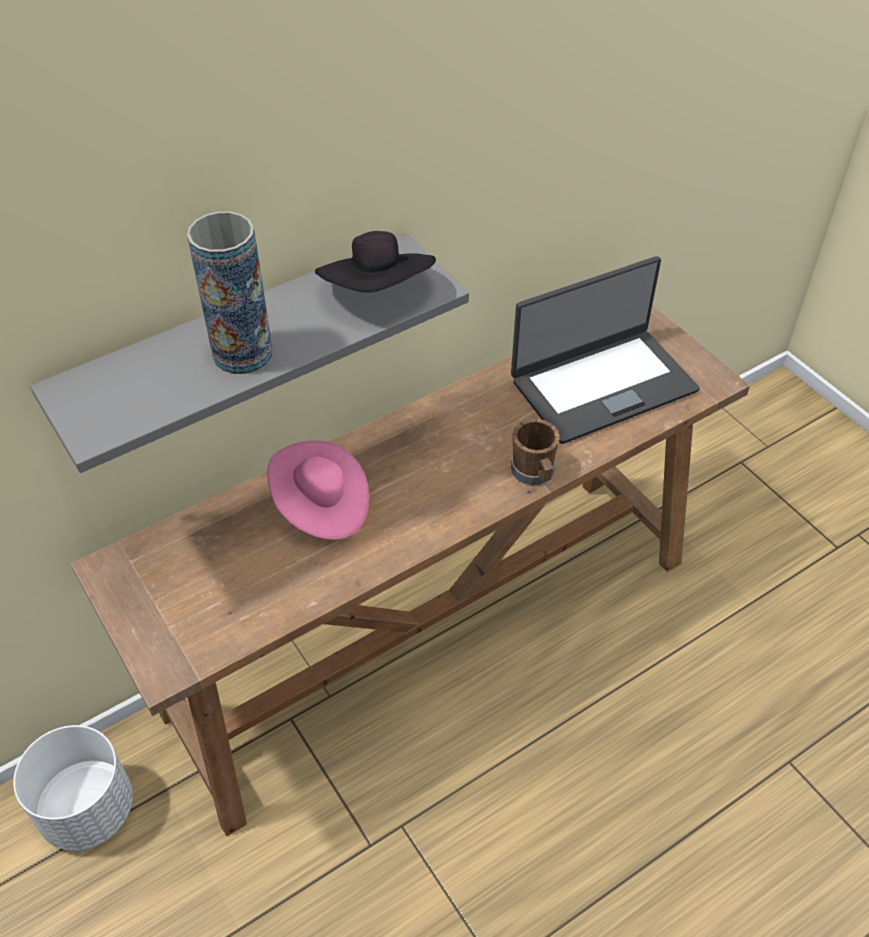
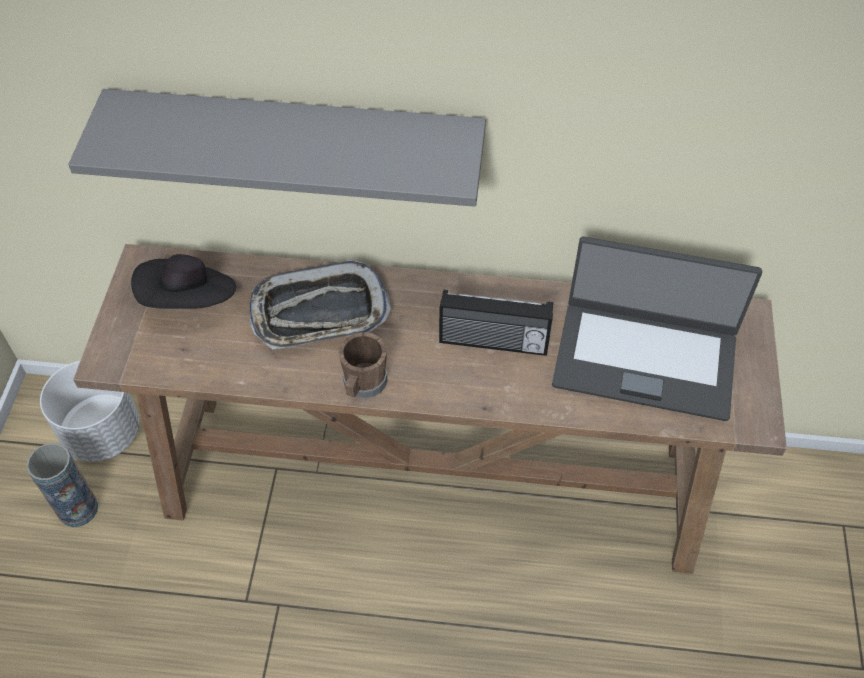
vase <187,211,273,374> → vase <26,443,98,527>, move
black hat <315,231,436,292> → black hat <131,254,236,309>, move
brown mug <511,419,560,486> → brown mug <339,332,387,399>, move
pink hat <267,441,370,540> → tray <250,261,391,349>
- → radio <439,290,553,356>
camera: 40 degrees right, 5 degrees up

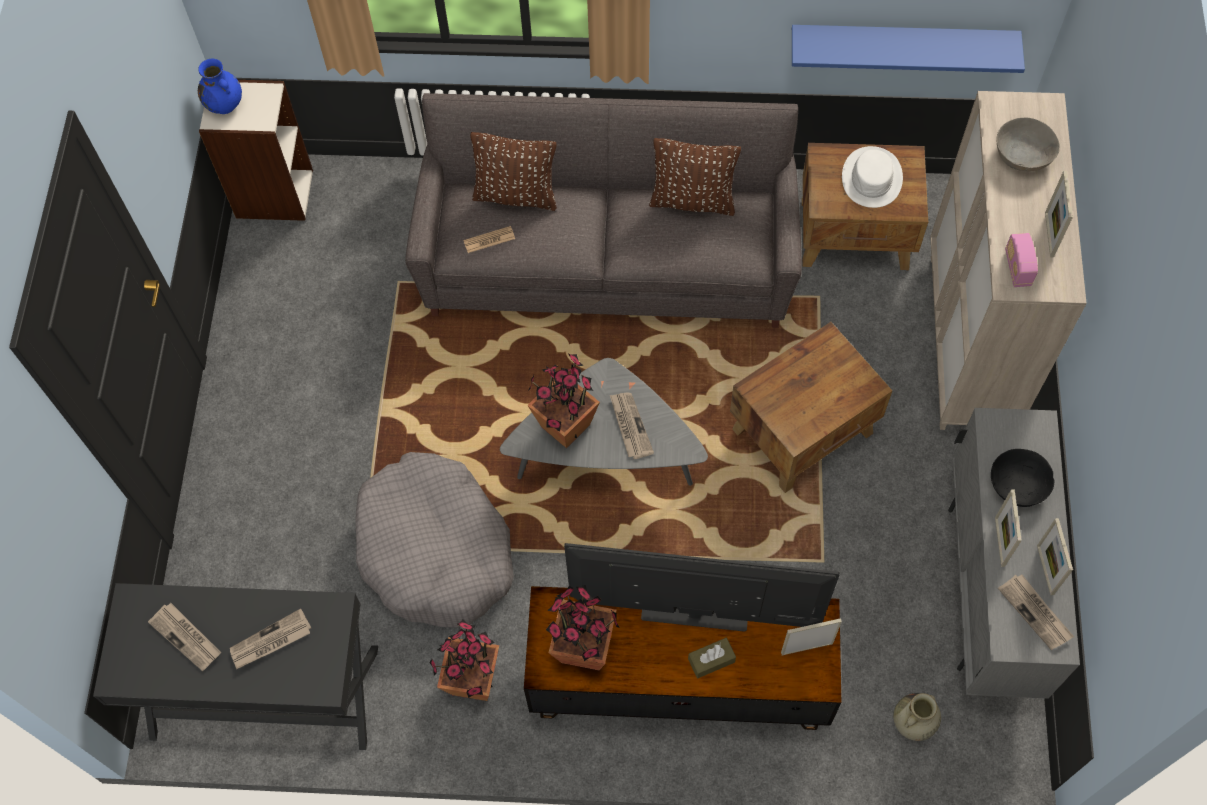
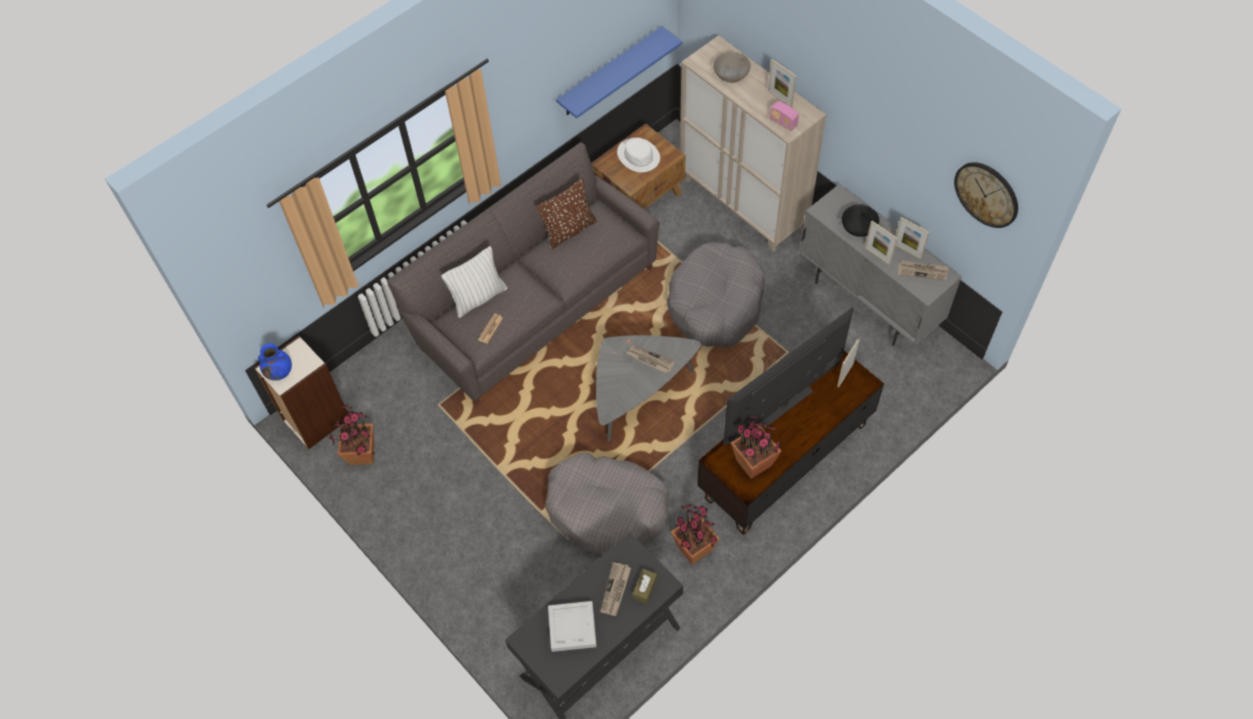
brown pillow <470,132,557,211> → white pillow <441,246,507,318>
brown side table <730,322,892,493> → grey dog bed <667,242,765,347>
potted plant <527,354,600,448> → potted plant <330,405,375,465>, move
newspaper <148,603,221,671> → grey tray <548,601,597,652>
brown tissue box <688,638,736,679> → brown tissue box <633,569,657,604>, move
beige vase <893,693,941,741> → -
- → wall clock <954,162,1018,228>
camera: 45 degrees left, 5 degrees down

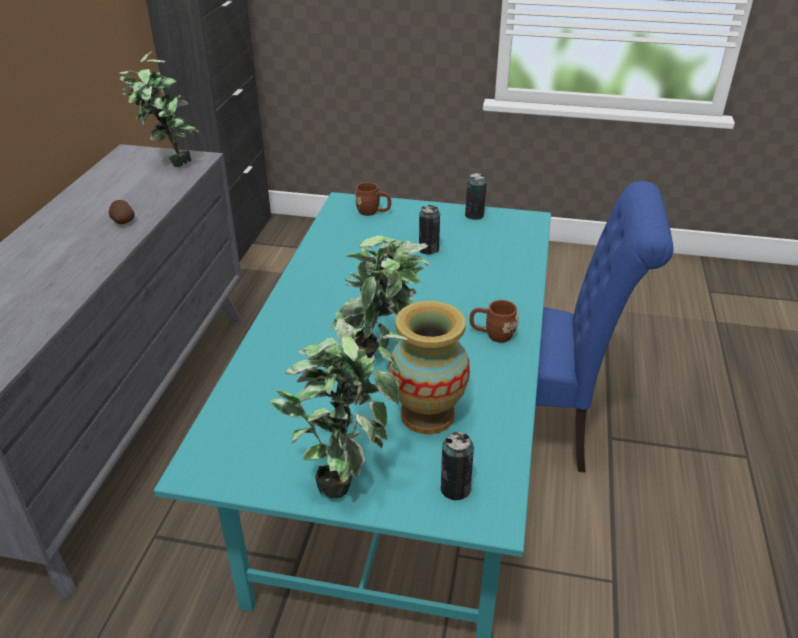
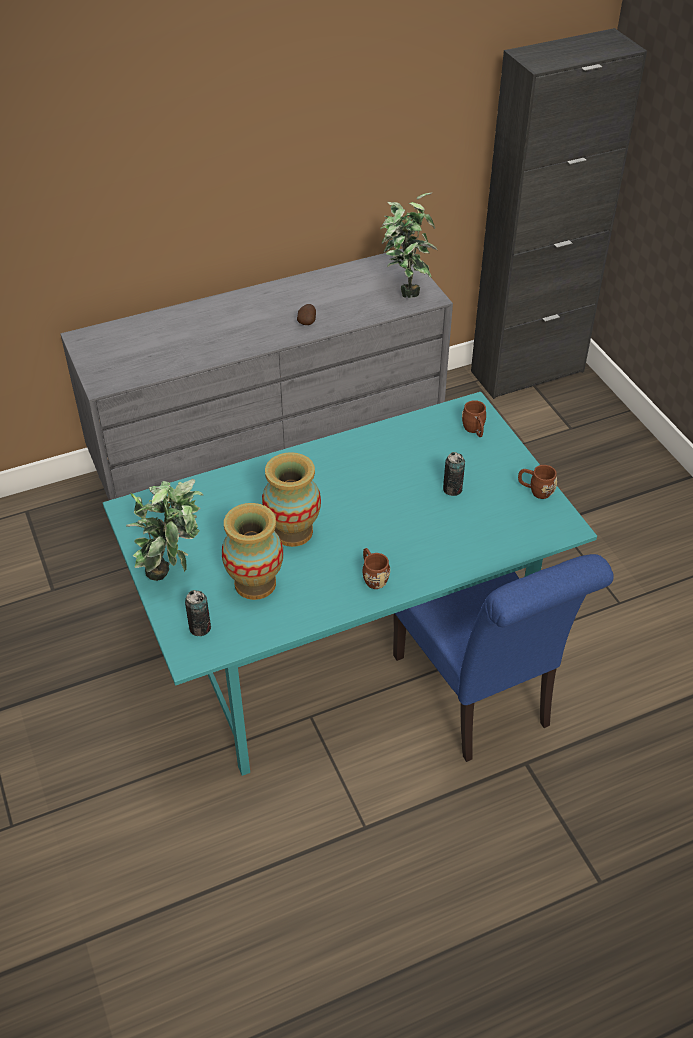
can <465,173,487,220> → brown mug <518,465,557,499>
potted plant <331,236,429,358> → vase <262,452,321,547>
camera: 55 degrees right, 10 degrees up

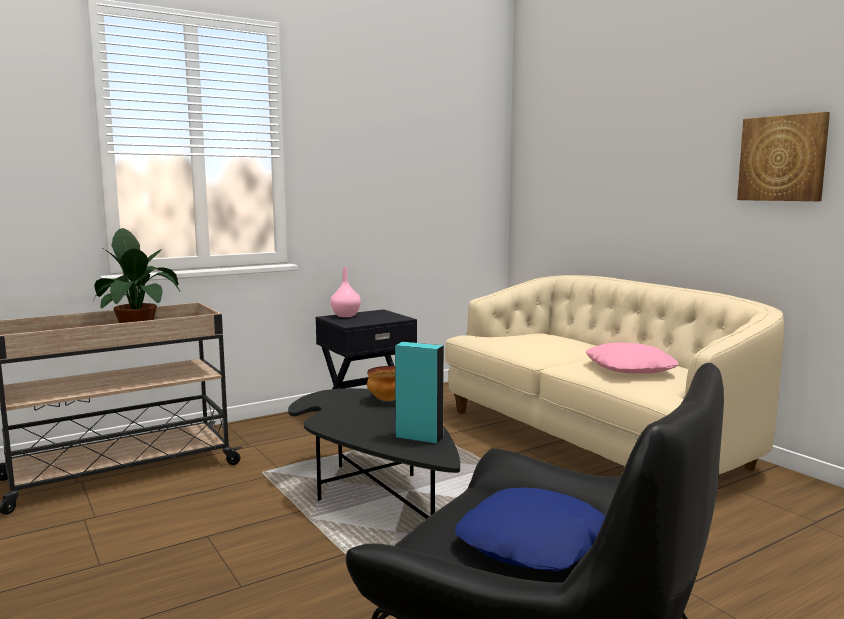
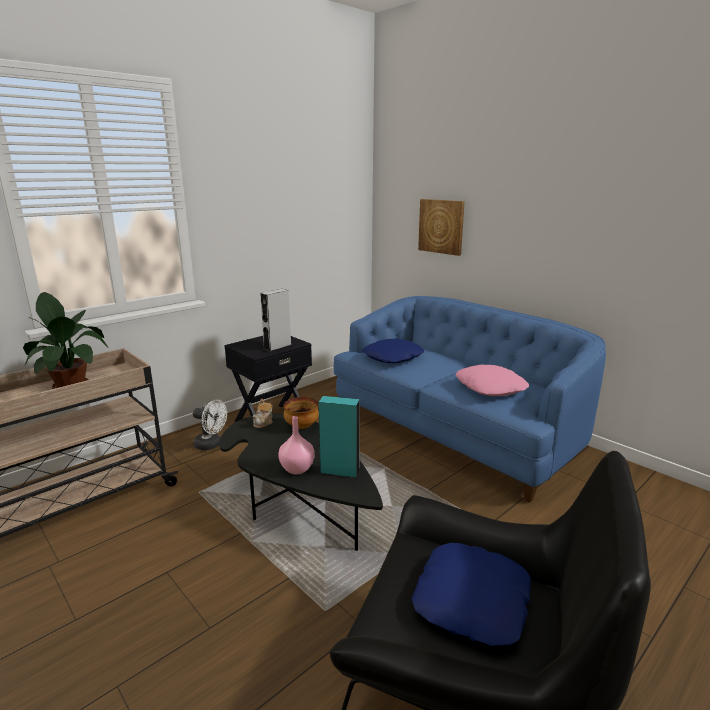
picture <737,112,830,201> → picture <418,199,465,256>, move
pink vase <331,267,361,317> → pink vase <278,416,315,474>, move
beige sofa <445,275,784,474> → blue sofa <333,296,606,503>
- → grey speaker <260,289,291,352>
- → blue pillow <362,338,424,363>
- → teapot <253,399,273,428>
- → white fan <193,400,227,450>
camera: 10 degrees left, 10 degrees up

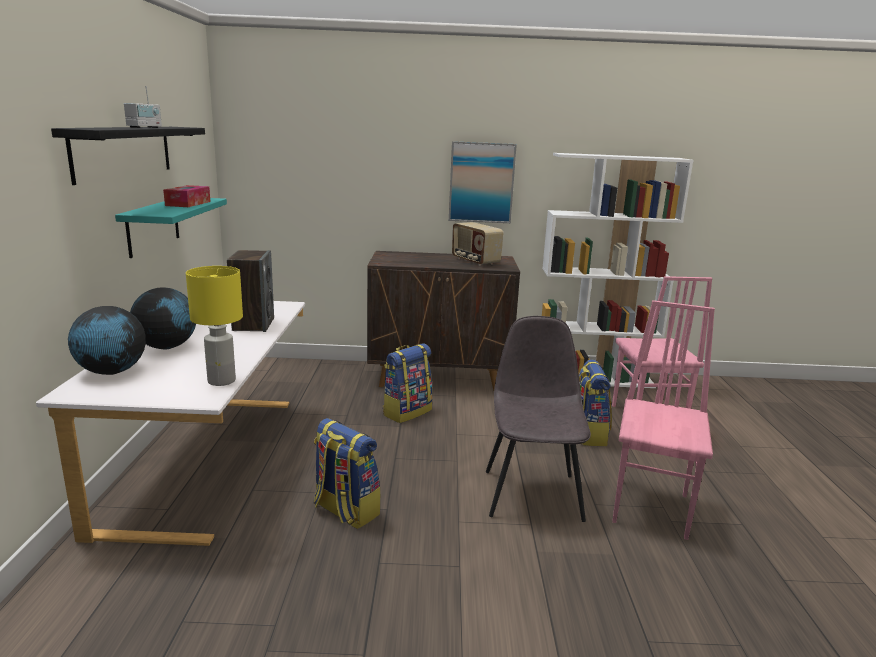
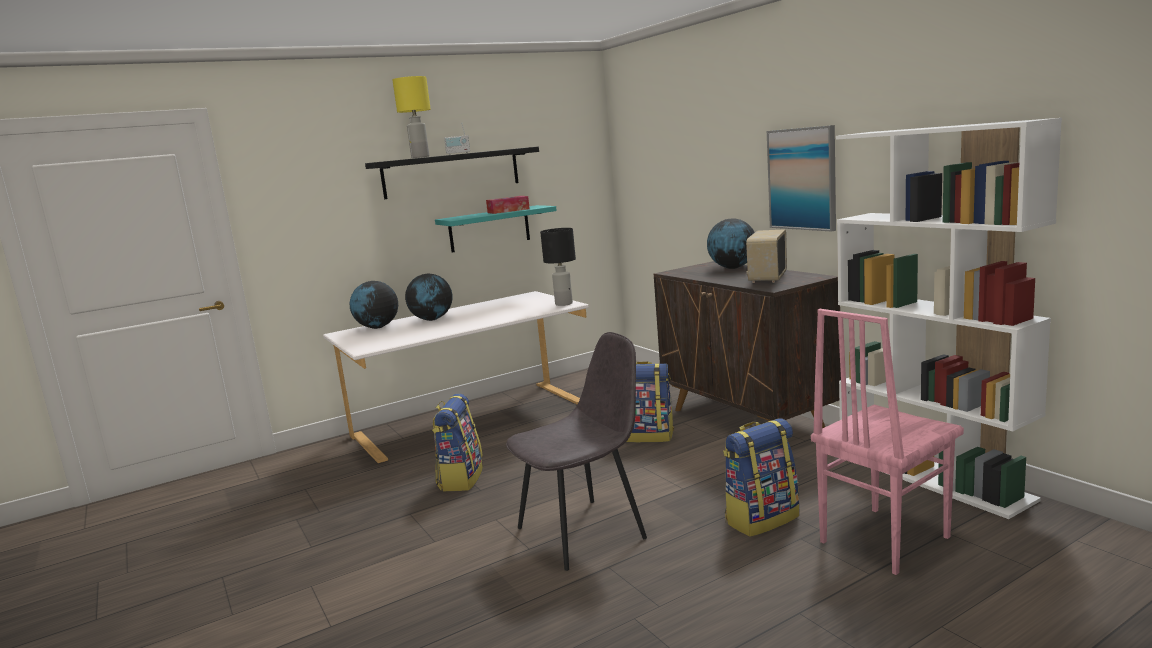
speaker <227,250,274,332> → -
yellow table lamp <186,266,243,386> → yellow table lamp <393,76,431,158>, move
pink chair <612,300,715,540> → -
- → globe <707,218,755,269>
- → black table lamp <540,228,576,306>
camera: 60 degrees right, 5 degrees down

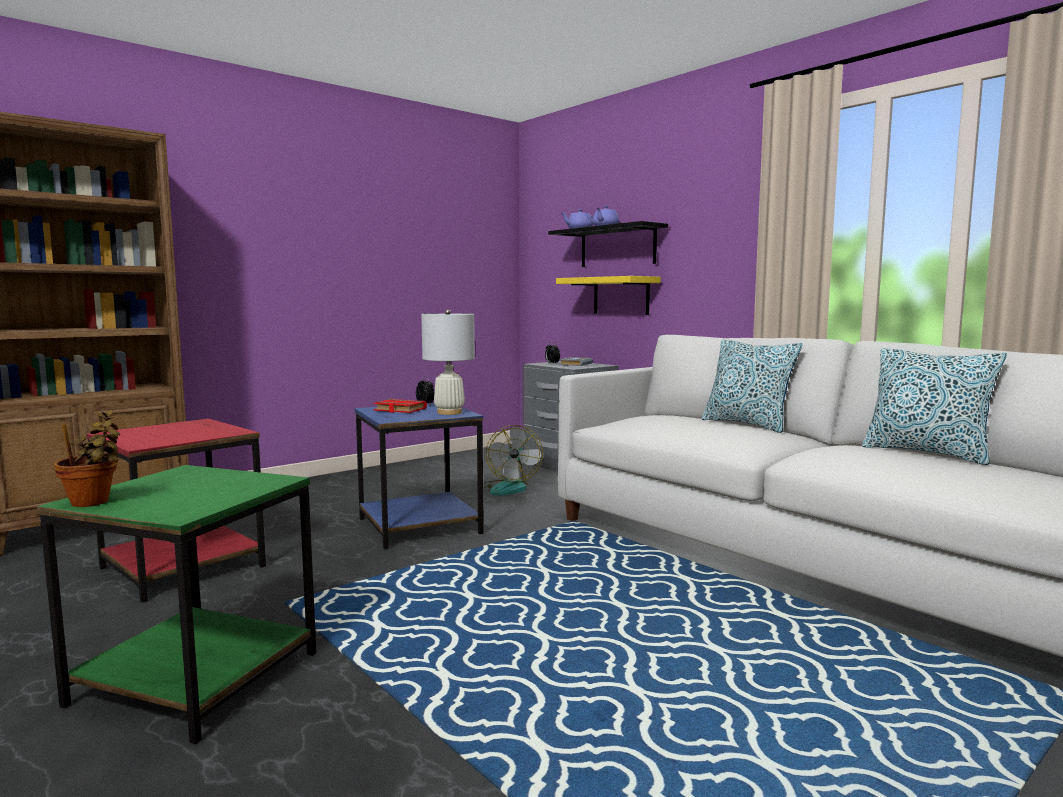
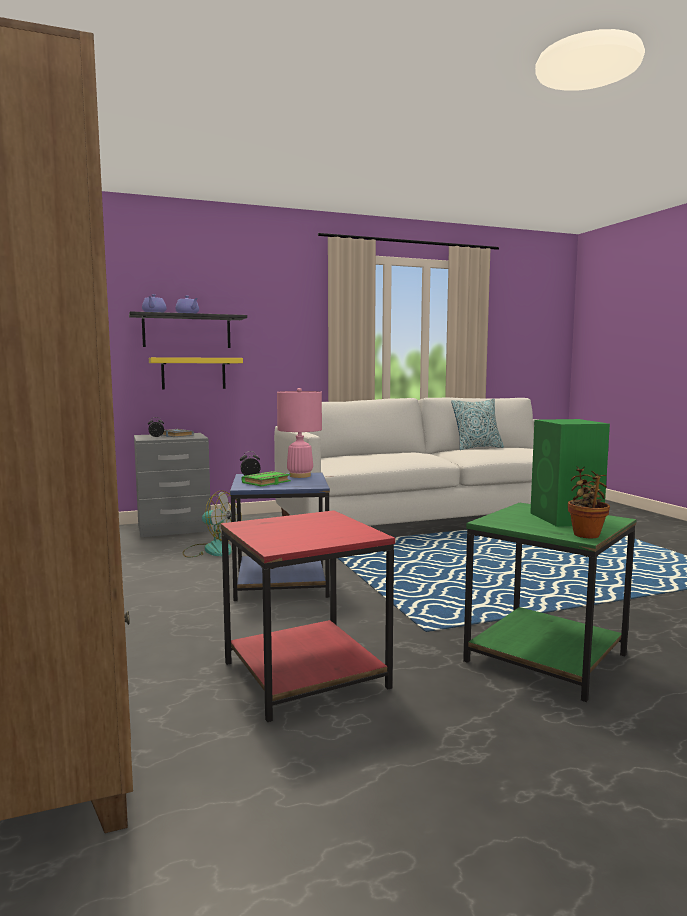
white table lamp <421,309,475,415> → pink table lamp <277,388,322,478>
pillow <702,340,803,433> → -
red book <373,399,427,413> → green book <241,471,291,486>
- → green speaker <530,419,610,527>
camera: 70 degrees left, 0 degrees up

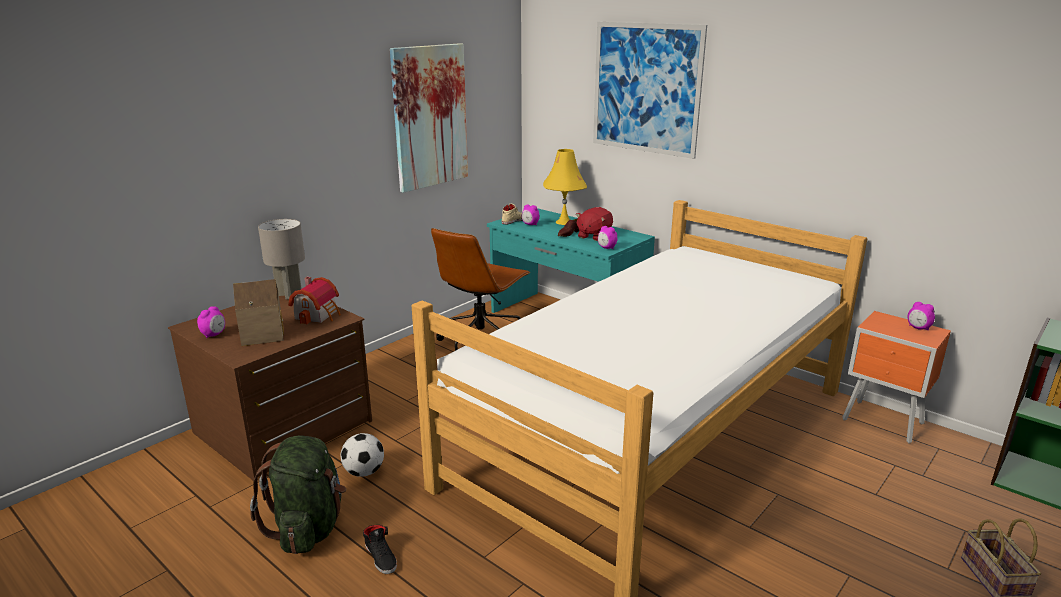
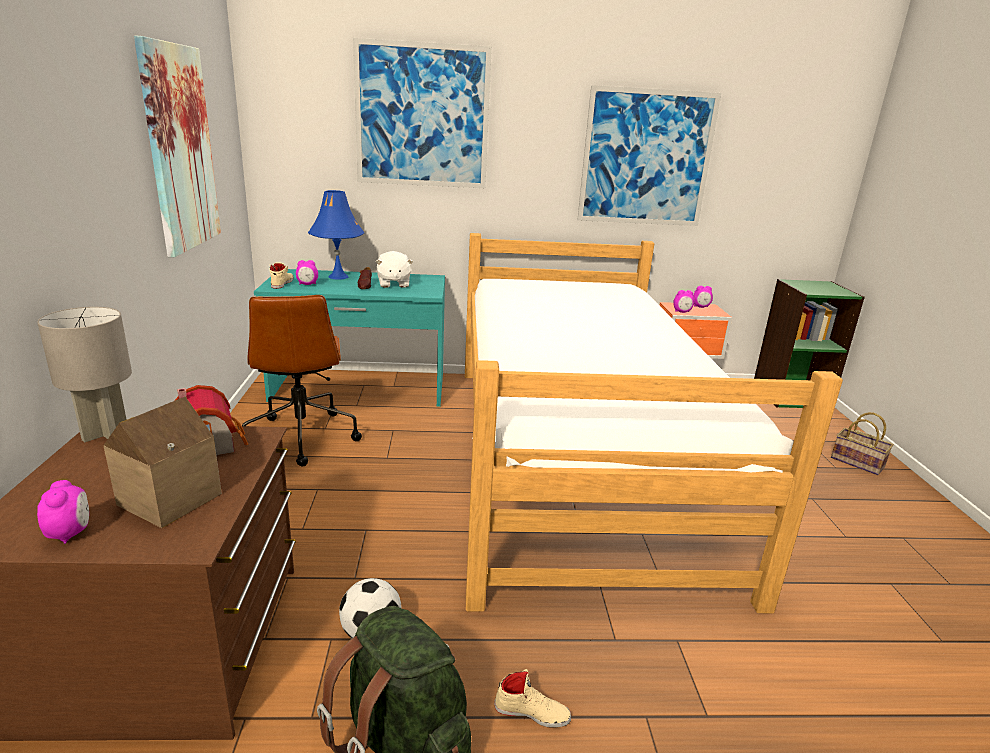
yellow table lamp <543,149,587,225> → blue table lamp <308,190,364,280>
red plush toy <575,207,613,241> → white plush toy <376,251,413,288>
alarm clock <598,226,618,249> → alarm clock <673,290,694,313>, move
black shoe <363,525,397,574> → beige shoe <494,669,571,728>
- → picture <577,85,721,226>
camera: 45 degrees left, 0 degrees up

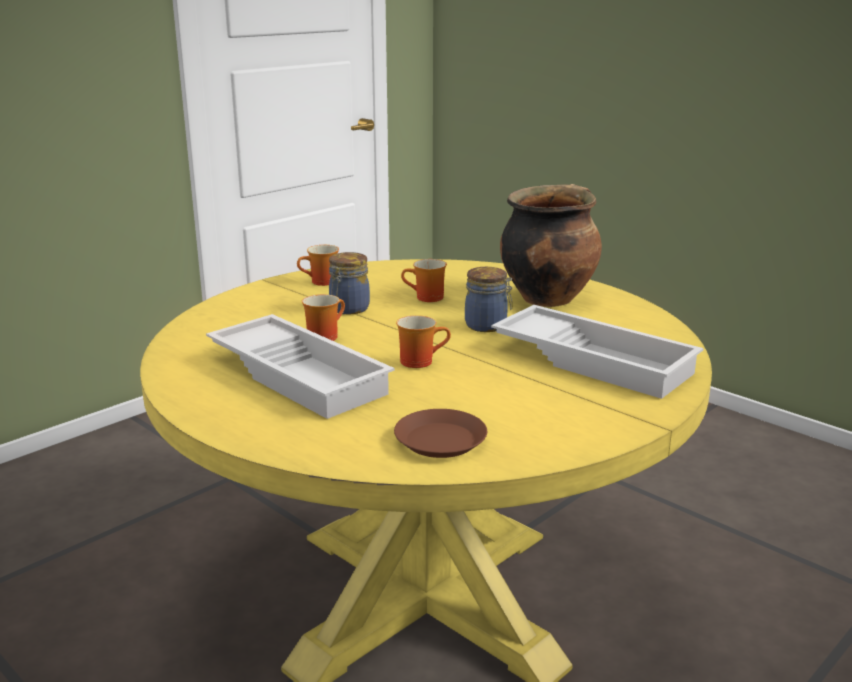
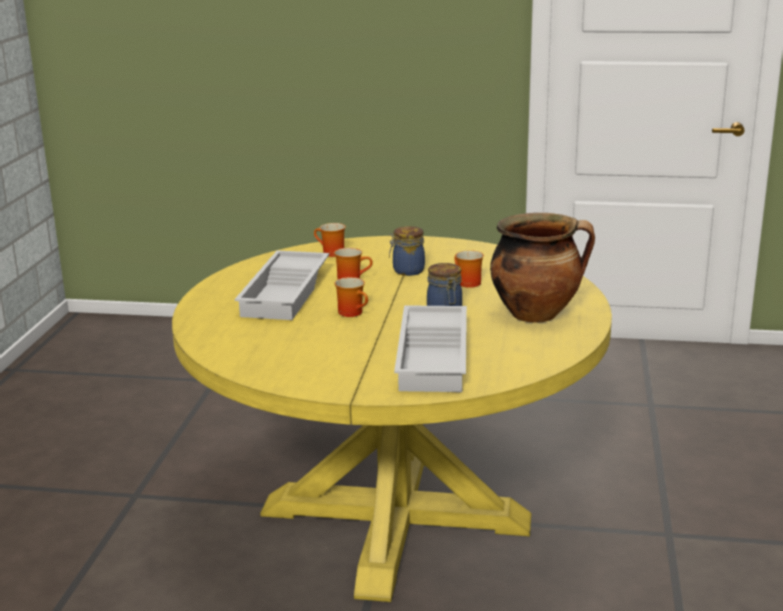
mug <297,245,339,286> → mug <314,223,346,257>, move
brown plate <394,409,487,458> → -
camera: 55 degrees right, 0 degrees up

